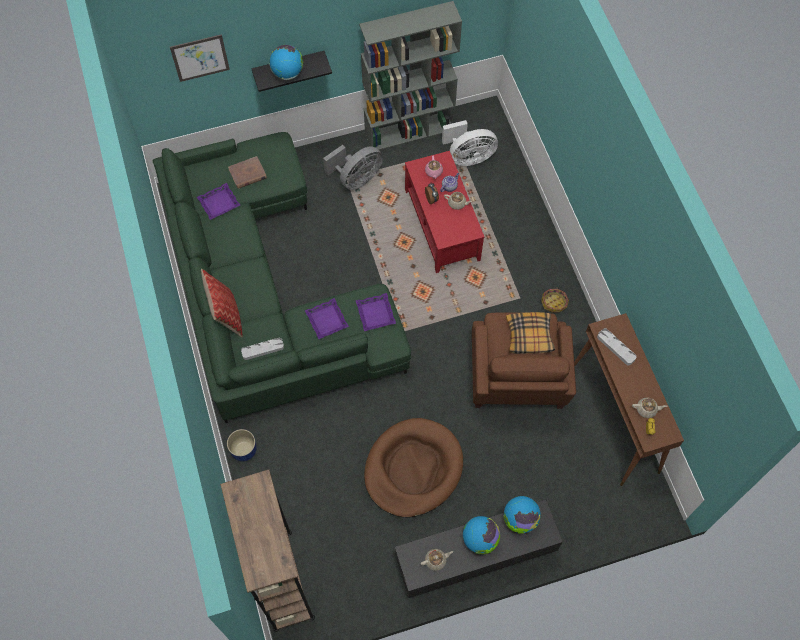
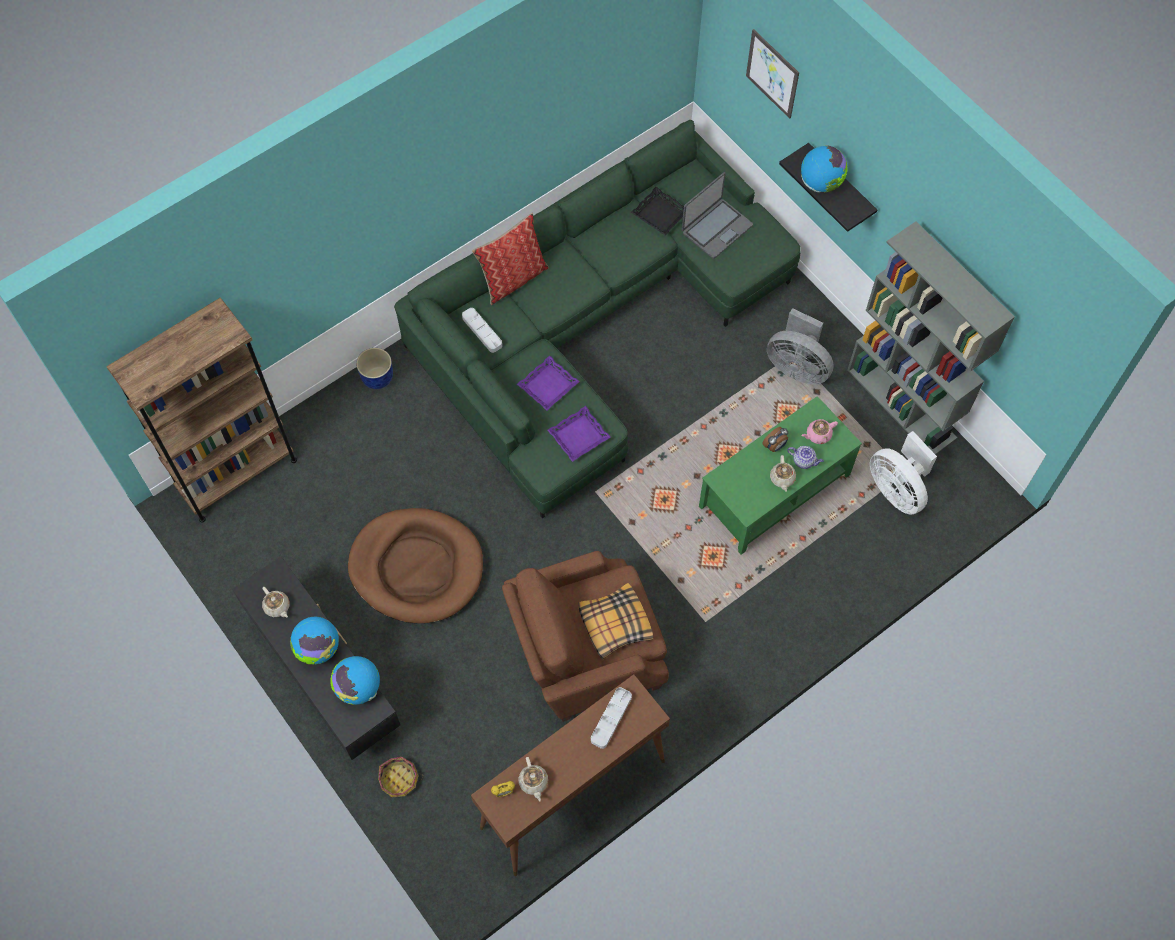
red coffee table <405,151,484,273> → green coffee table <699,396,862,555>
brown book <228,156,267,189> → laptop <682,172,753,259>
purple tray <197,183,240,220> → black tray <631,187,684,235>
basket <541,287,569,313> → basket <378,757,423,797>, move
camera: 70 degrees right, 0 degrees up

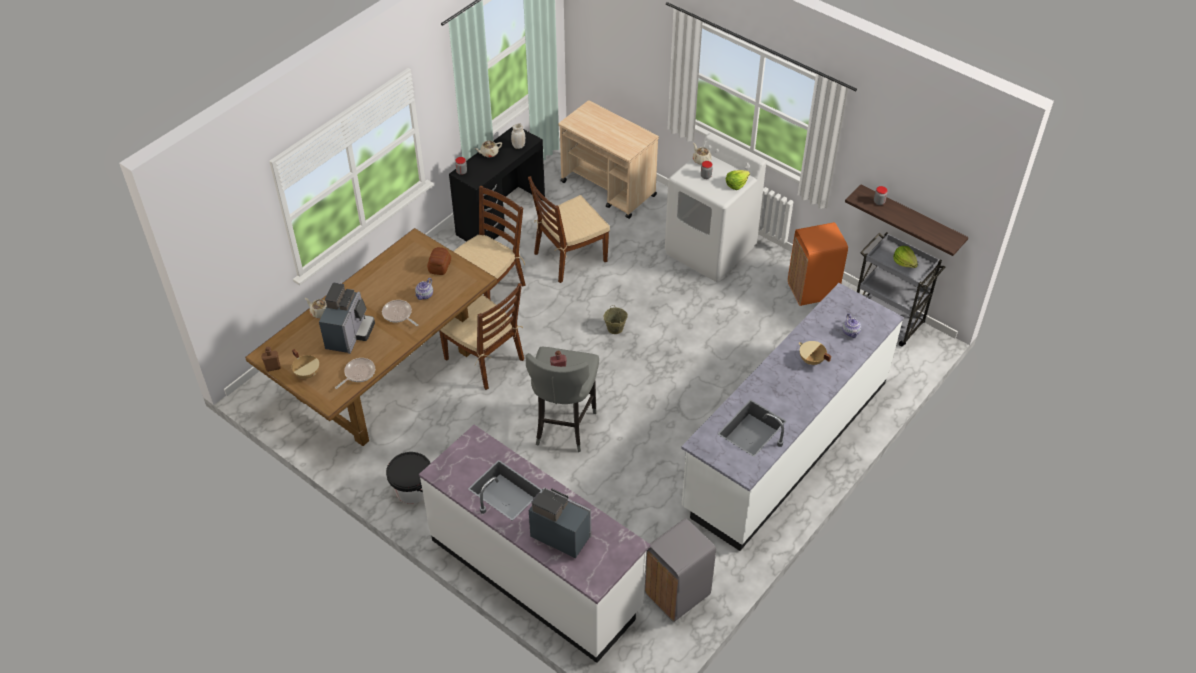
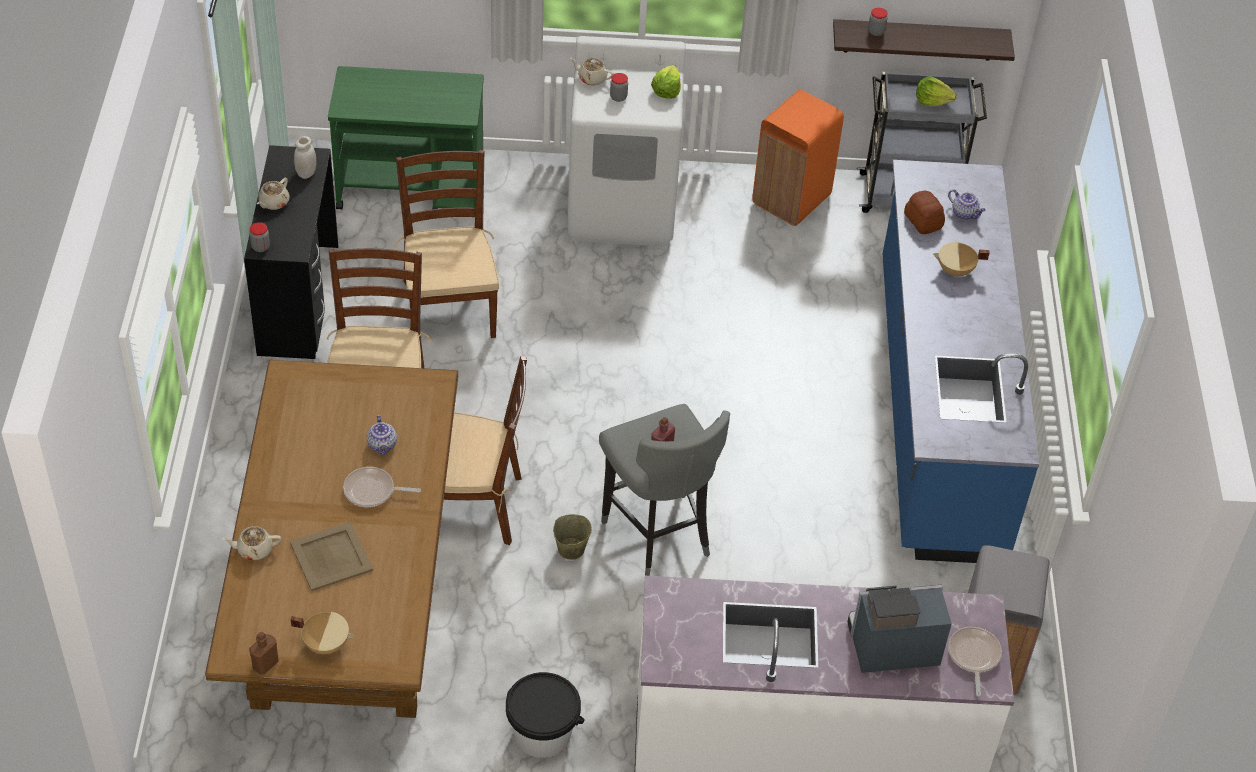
beige cart <559,100,659,219> → green cart <328,66,484,210>
brown chair <528,176,610,283> → brown chair <394,150,499,338>, 150 degrees clockwise
bread <427,247,451,275> → bread <904,191,945,234>, move
coffee machine <319,283,375,354> → beige tray <290,522,373,591>
white counter <681,283,904,551> → blue counter <883,160,1039,563>
beige bucket <604,305,628,334> → beige bucket <553,514,592,560>, move
frying pan <335,358,375,389> → frying pan <948,627,1002,696>, move
camera: 40 degrees left, 0 degrees up

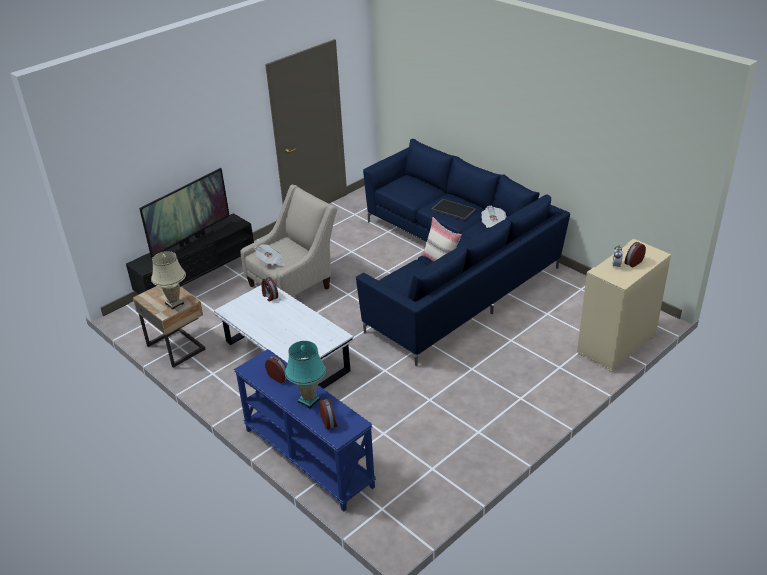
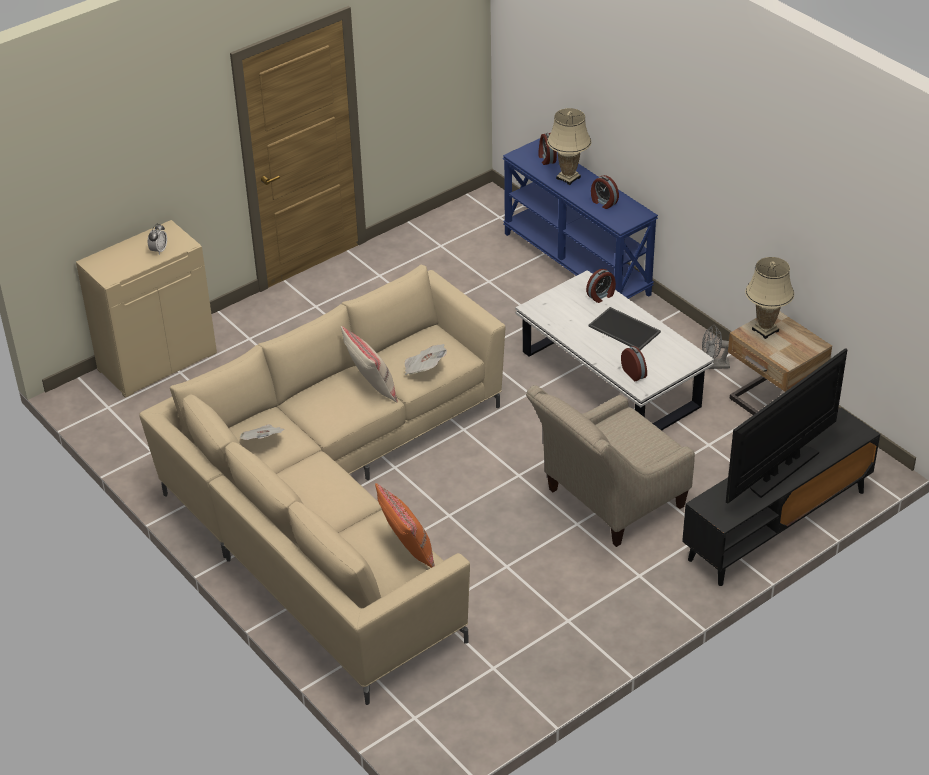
blue sofa <356,139,570,366> → beige sofa <139,265,505,705>
tray <431,199,476,220> → tray <588,307,661,350>, move
alarm clock <624,242,646,267> → alarm clock <586,269,616,303>, move
newspaper <255,244,284,266> → newspaper <405,344,447,375>, move
turquoise table lamp <285,341,326,409> → beige table lamp <547,108,591,185>
- → grey fan <702,325,730,369>
- → orange pillow <375,483,435,568>
camera: 175 degrees left, 5 degrees up

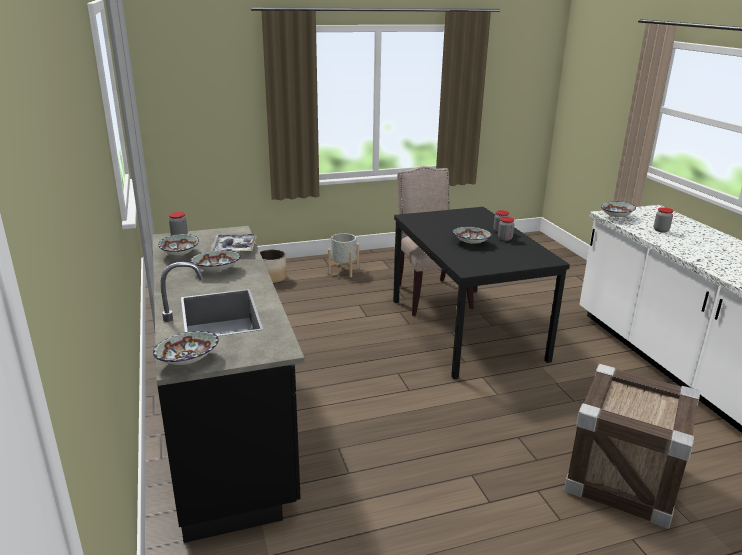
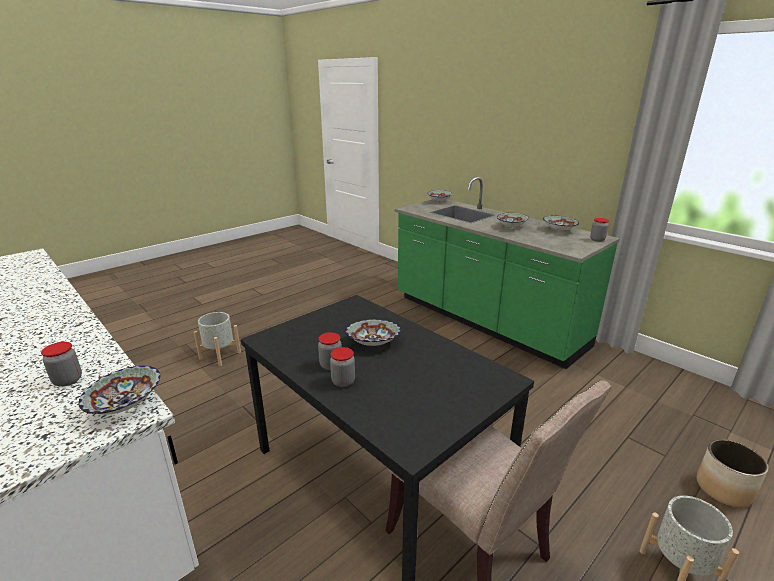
black counter <152,226,305,543> → green counter <395,177,620,369>
tray <210,234,257,252> → -
crate <564,364,700,529> → grey planter <194,312,241,366>
camera: 155 degrees right, 0 degrees up

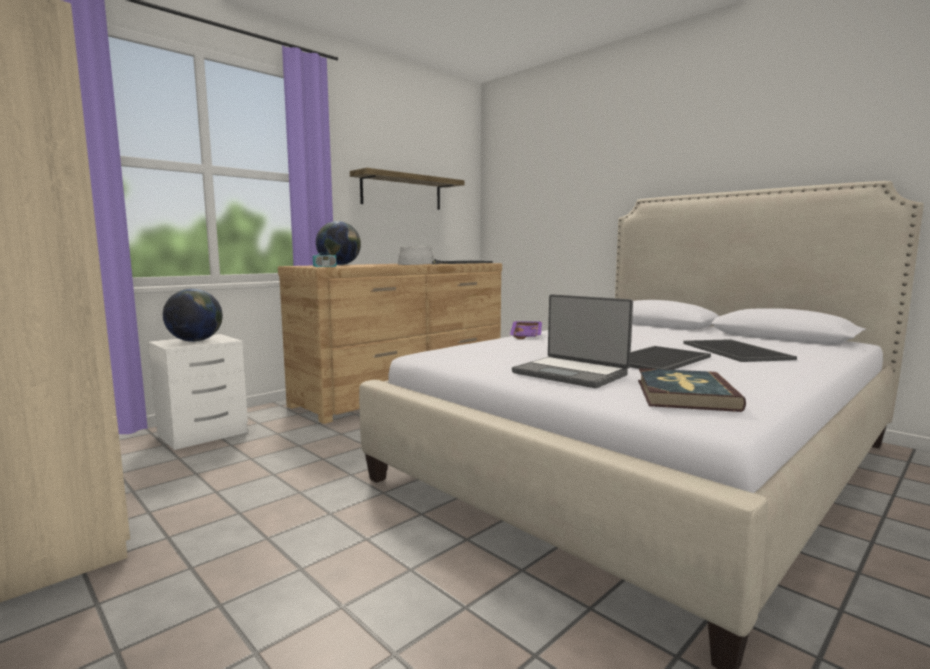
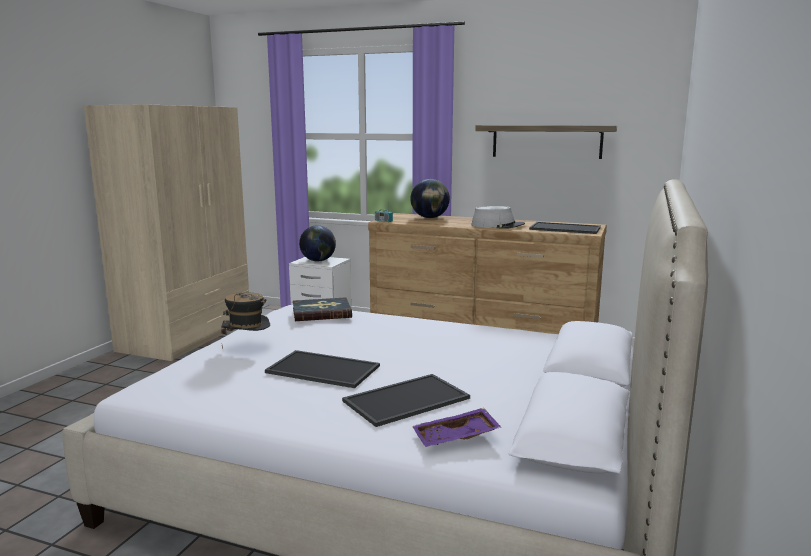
laptop <512,294,633,388> → hat <221,293,270,349>
purple tray <510,321,542,339> → purple tray <412,408,501,447>, move
book <638,368,746,412> → book <293,297,352,321>, move
camera: 65 degrees right, 5 degrees up

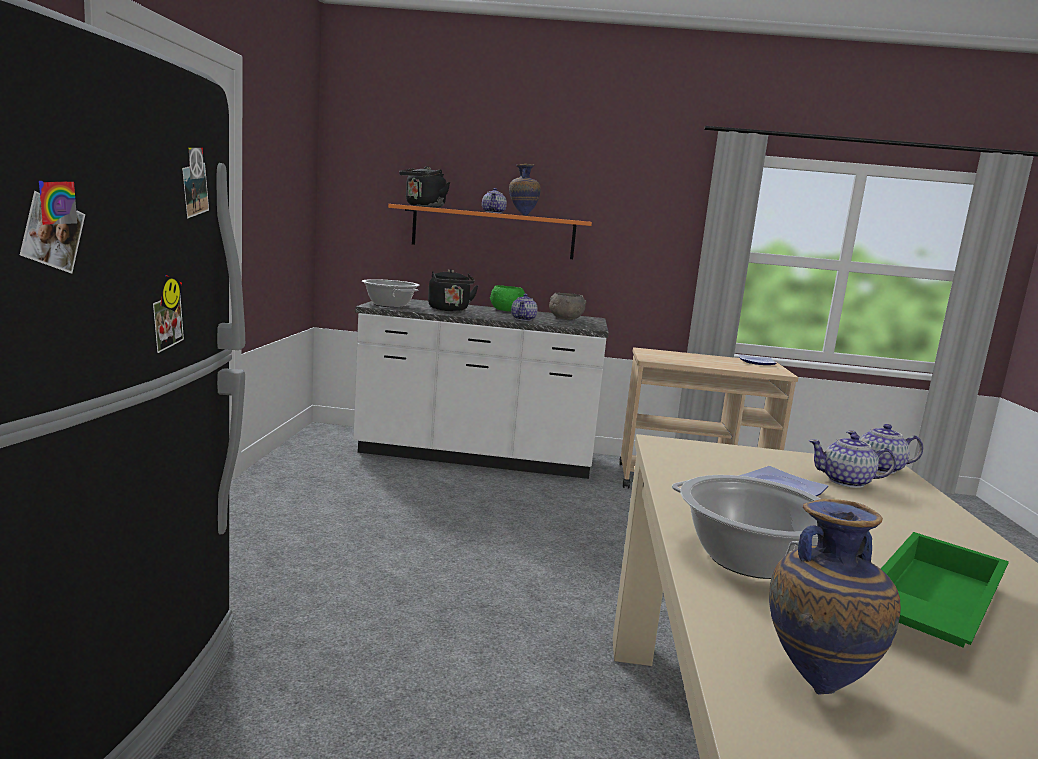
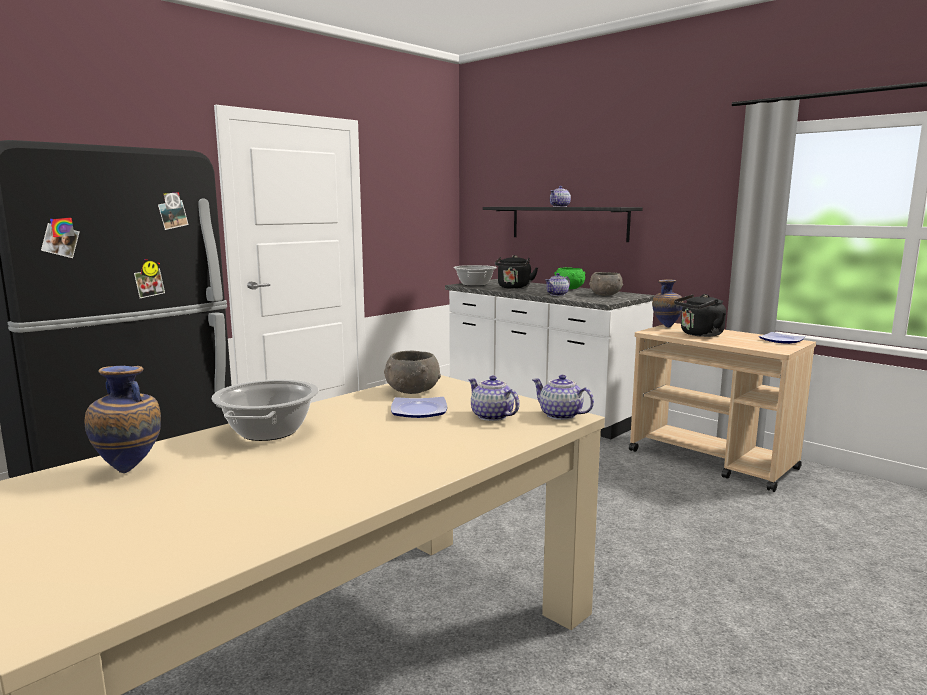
vase <509,164,541,216> → vase <652,279,683,328>, move
black kettle <399,166,450,208> → black kettle <674,294,726,337>, move
orange shelf <388,204,592,259> → black shelf <483,207,643,242>
green tray <881,532,1009,648> → -
- → grey bowl <384,351,441,394>
camera: 40 degrees right, 0 degrees up

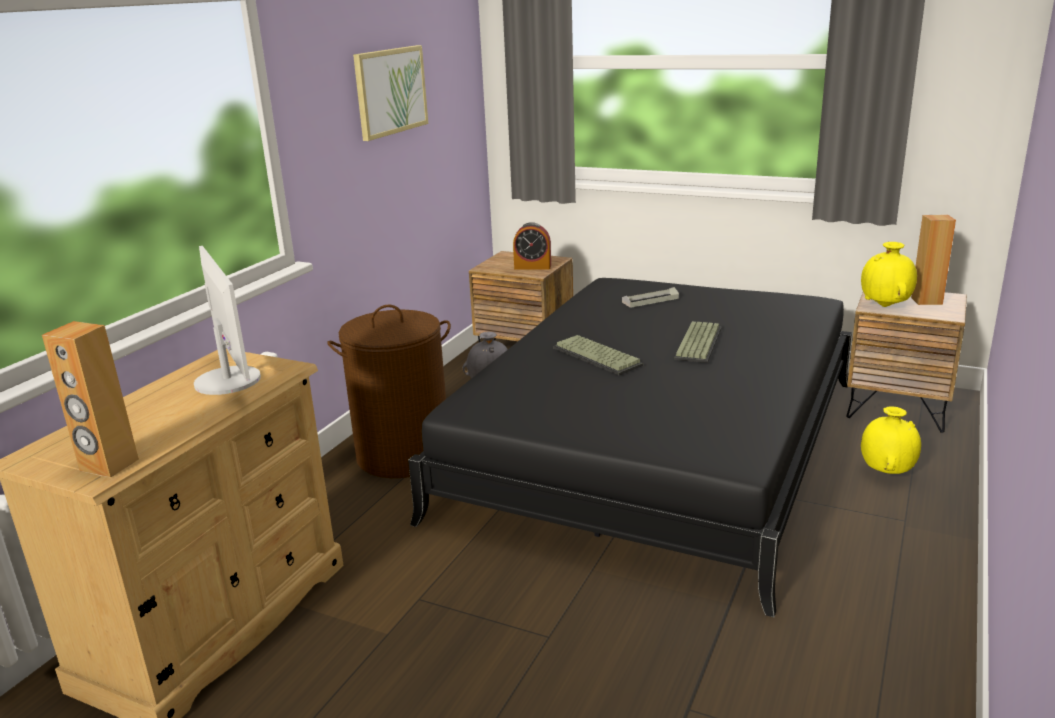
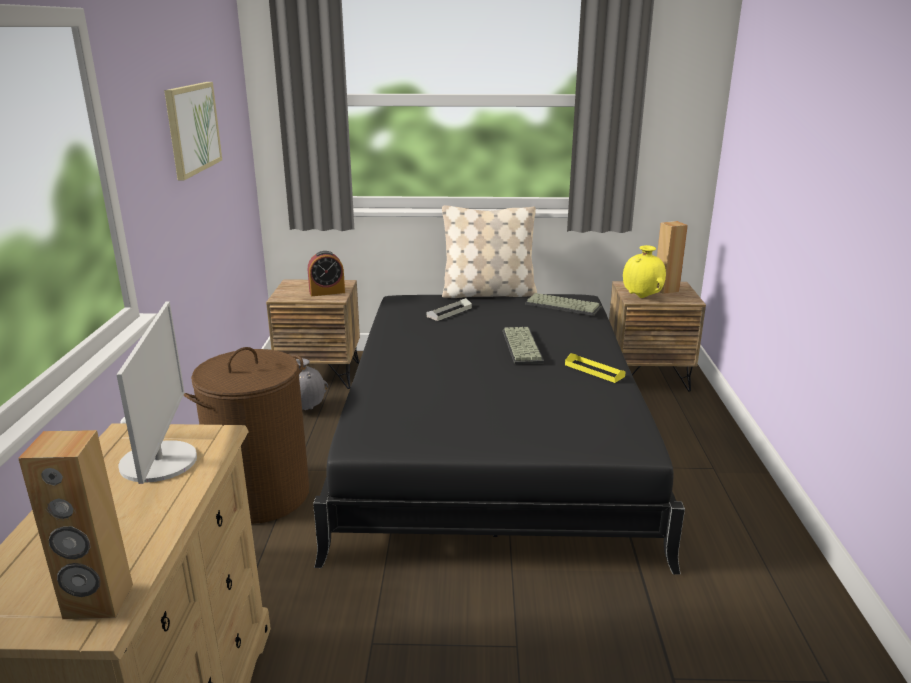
monitor <194,246,261,395> → monitor <117,301,197,484>, 45 degrees clockwise
keyboard <554,335,643,375> → keyboard <525,293,601,316>, move
yellow vase <861,407,921,474> → -
- → beige pillow <442,205,537,298>
- → yellow tray <565,353,626,383>
camera: 25 degrees left, 0 degrees up

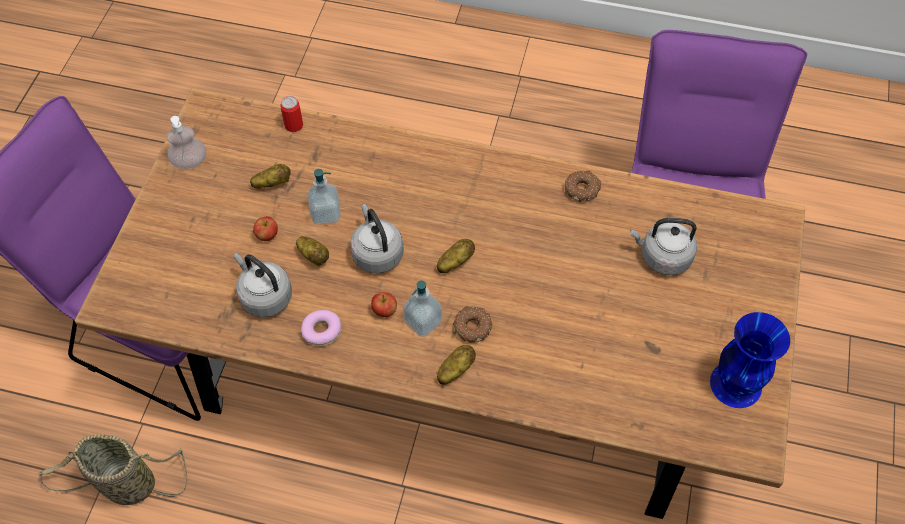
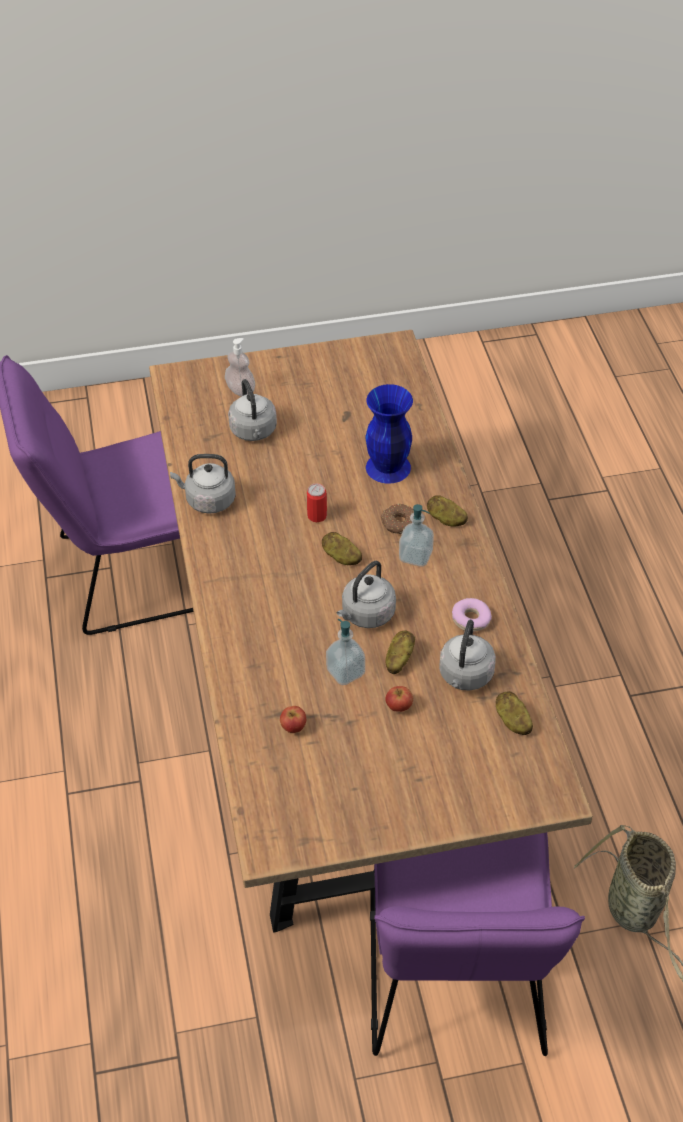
can <280,96,303,132> → can <307,483,327,522>, move
soap dispenser <167,116,206,169> → soap dispenser <225,338,255,396>, move
potato <250,164,291,189> → potato <496,691,533,735>, move
donut <565,171,601,202> → grey kettle <170,454,236,514>
apple <371,292,397,317> → apple <280,706,306,733>, move
blue vase <710,312,790,408> → blue vase <365,384,413,484>, move
camera: 115 degrees left, 10 degrees down

